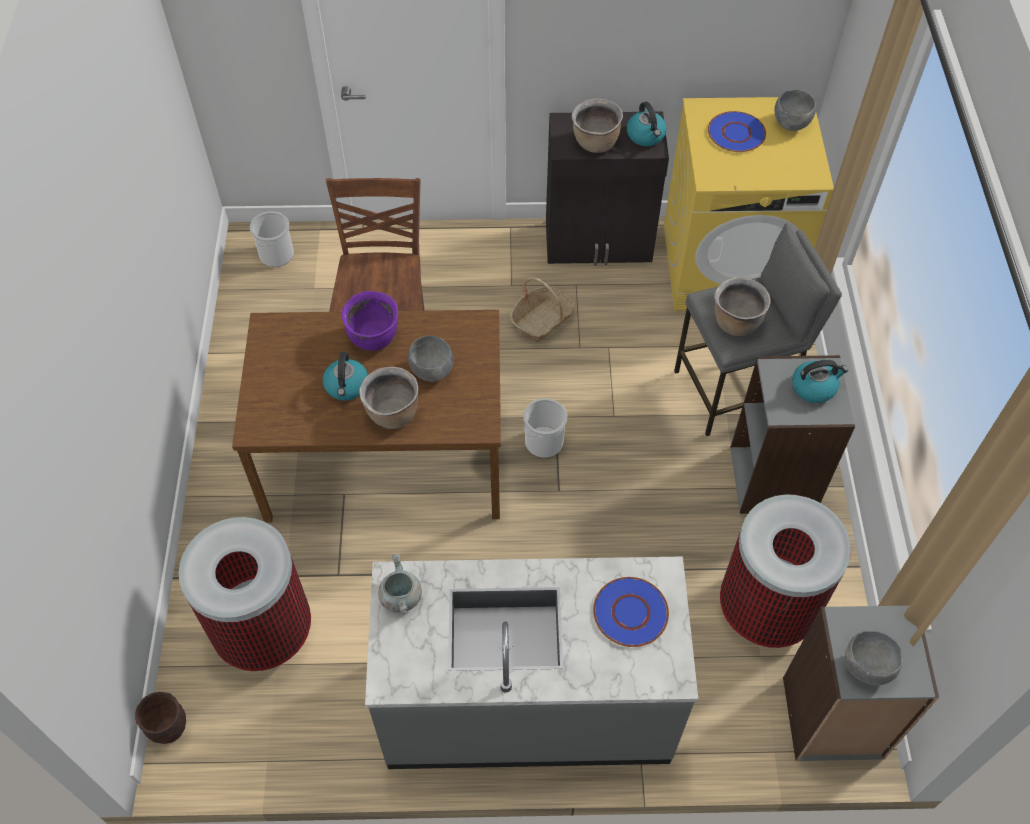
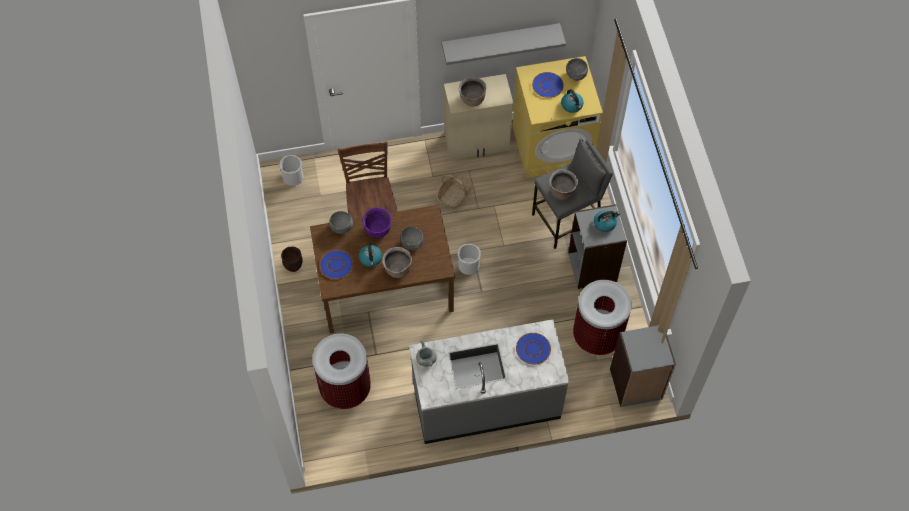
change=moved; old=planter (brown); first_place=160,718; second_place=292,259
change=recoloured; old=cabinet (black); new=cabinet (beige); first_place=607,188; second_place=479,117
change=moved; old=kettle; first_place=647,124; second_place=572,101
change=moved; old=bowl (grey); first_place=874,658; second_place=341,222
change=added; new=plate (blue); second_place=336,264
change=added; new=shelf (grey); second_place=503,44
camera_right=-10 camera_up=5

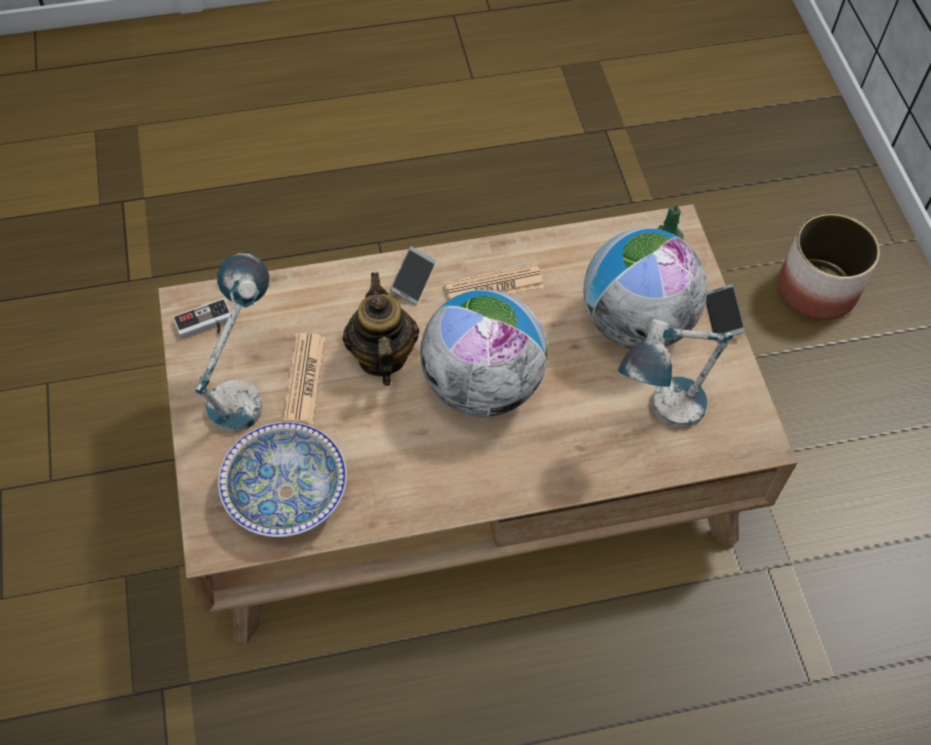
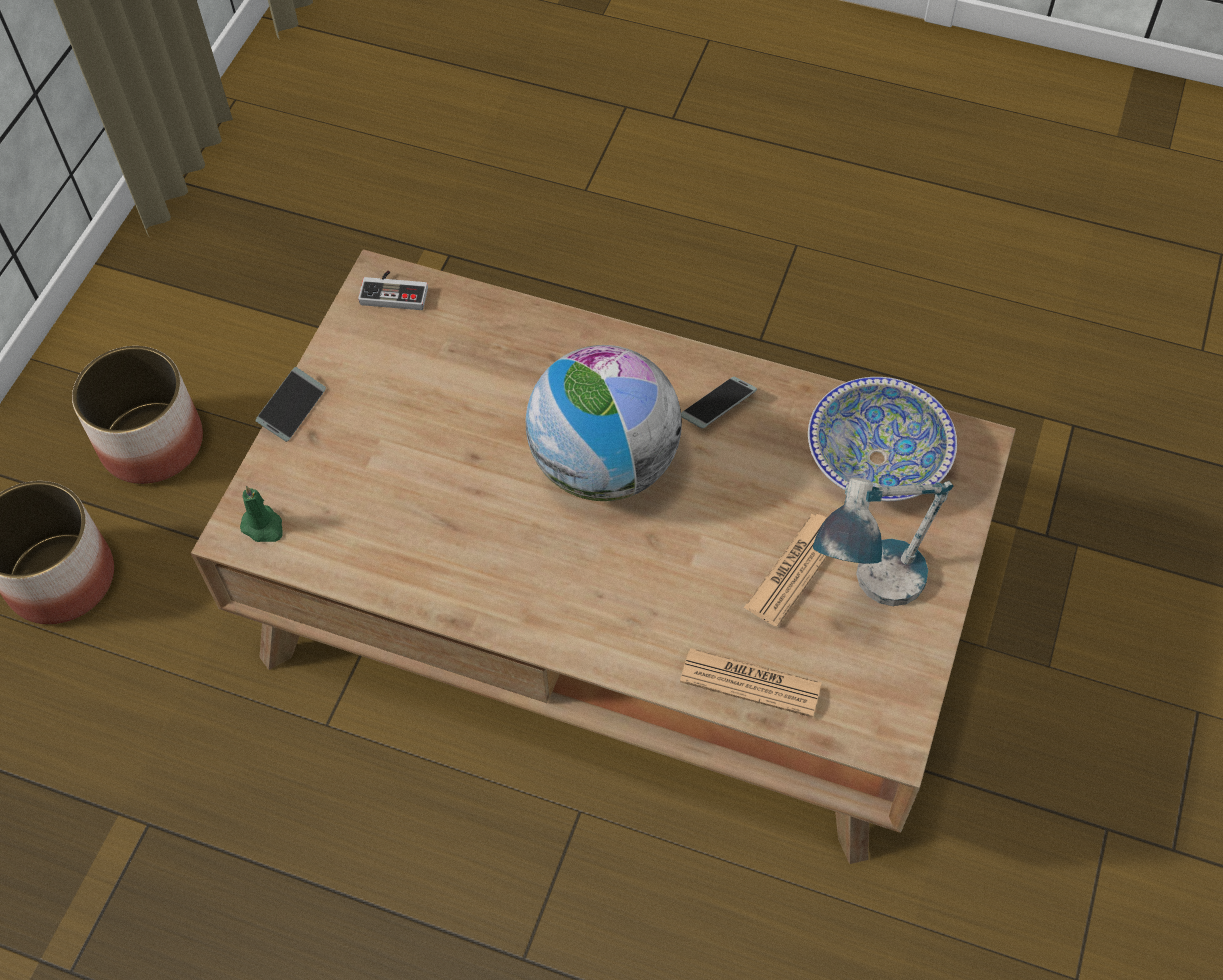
change=moved; old=game controller; first_place=201,318; second_place=393,290
change=removed; old=teapot; first_place=380,329
change=moved; old=phone; first_place=413,275; second_place=719,402
change=moved; old=newspaper; first_place=494,281; second_place=751,683
change=removed; old=globe; first_place=645,288
change=removed; old=table lamp; first_place=675,373
change=added; new=planter; second_place=137,415
camera_right=-145 camera_up=0

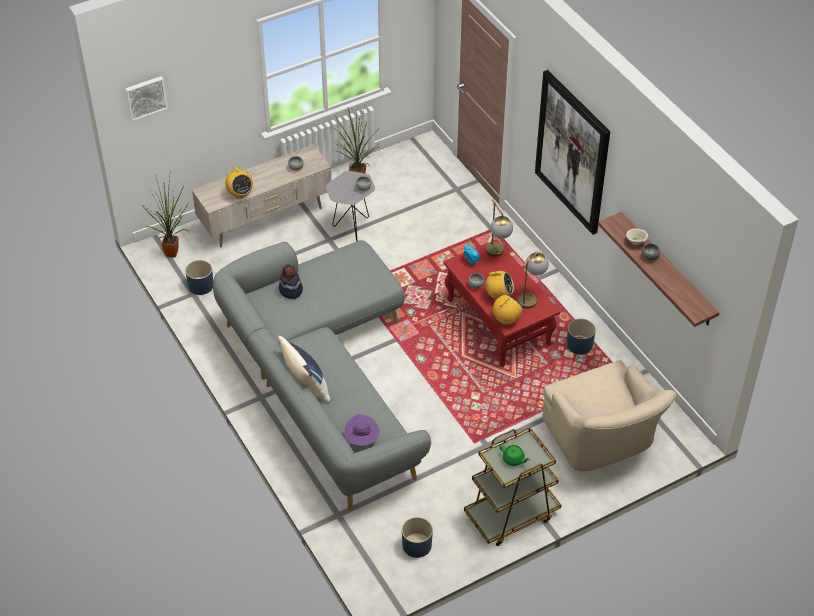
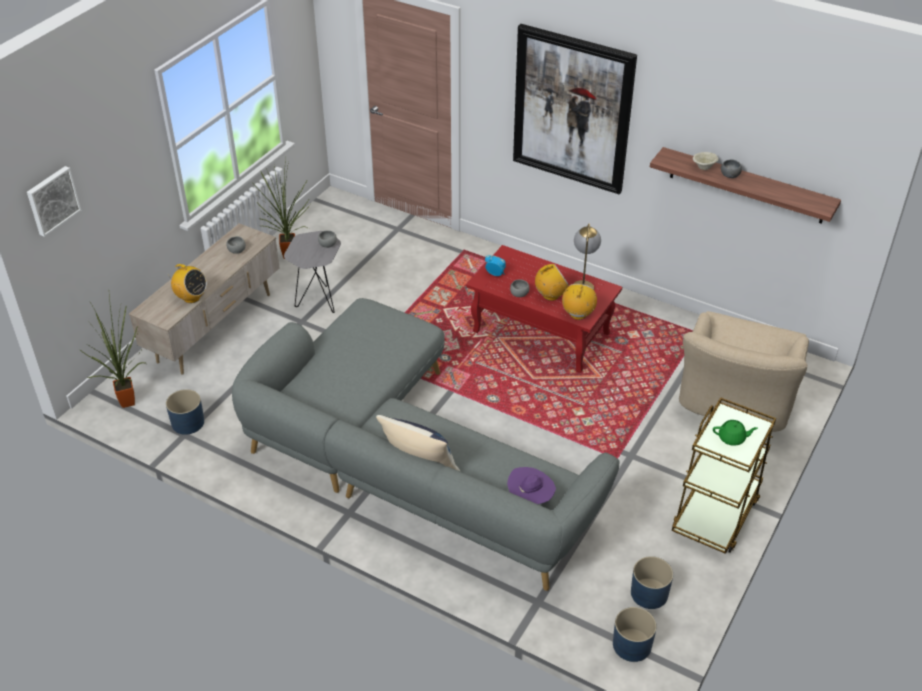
change=removed; old=hat; first_place=291,281
change=removed; old=table lamp; first_place=499,228
change=turned; old=armchair (beige); first_place=609,415; second_place=744,371; degrees=75
change=moved; old=planter (blue); first_place=581,337; second_place=635,634
camera_right=-30 camera_up=-5

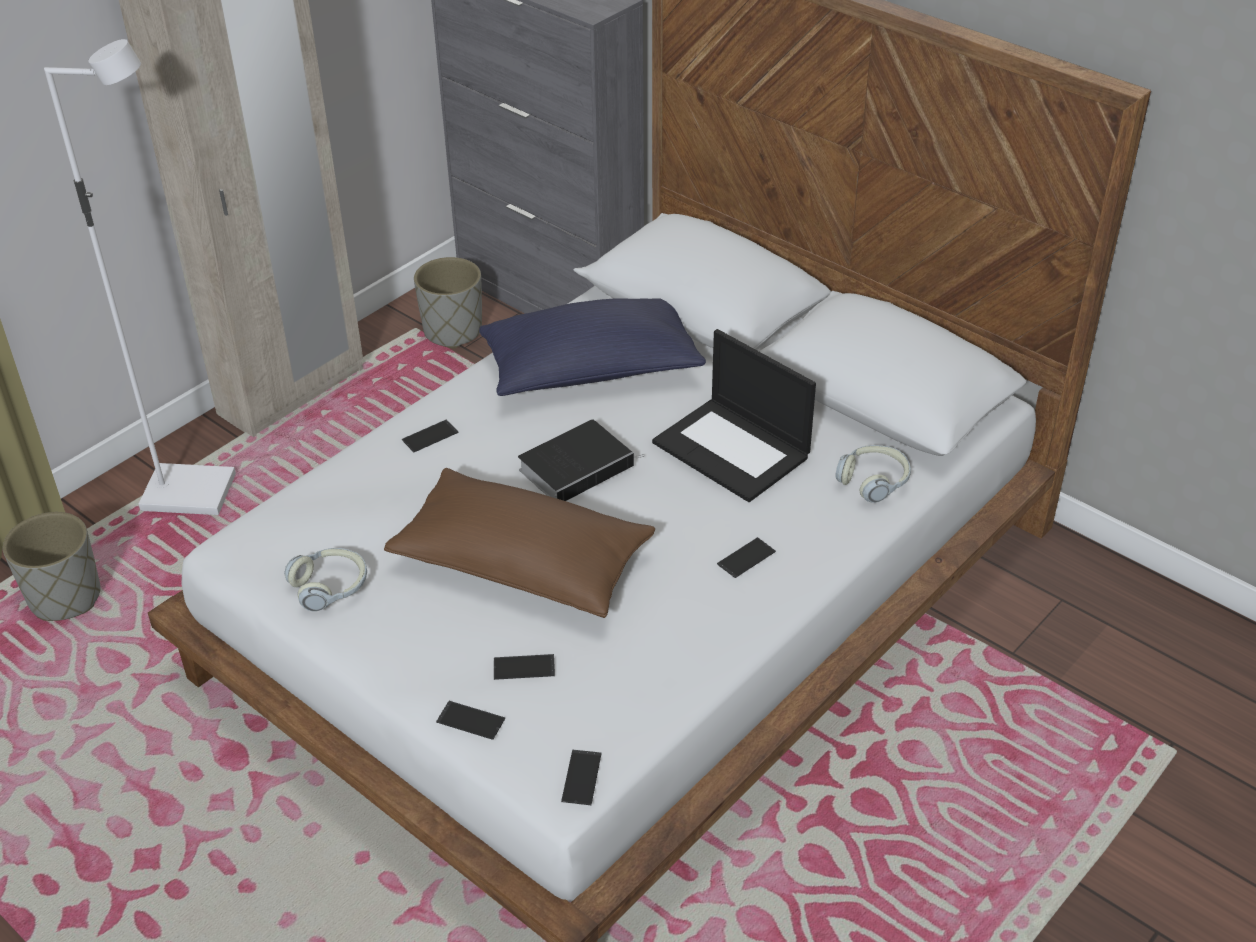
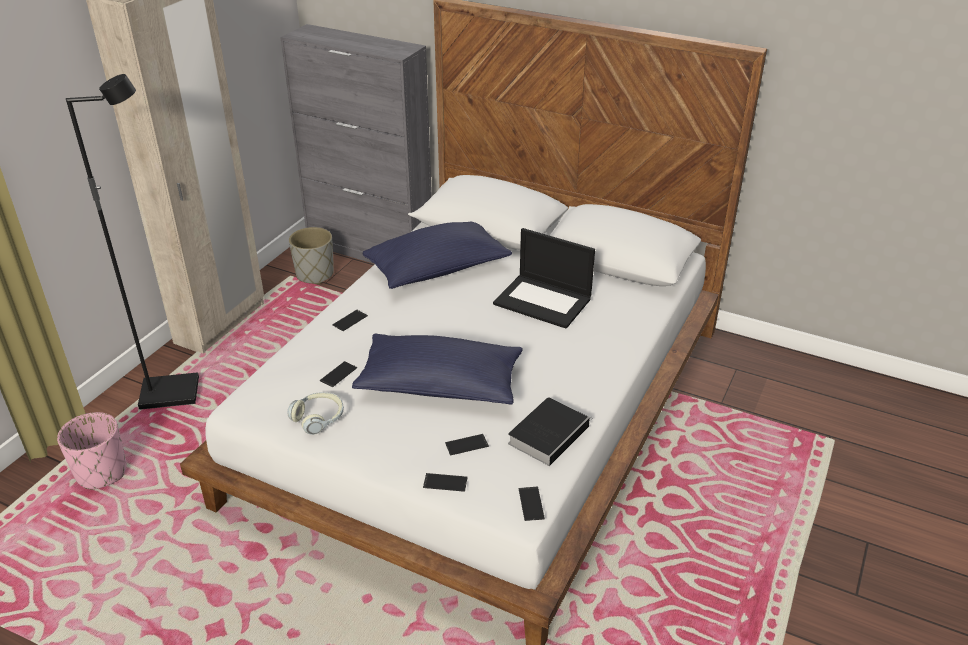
change=recoloured; old=planter (grey); new=planter (pink); first_place=52,566; second_place=92,451
change=recoloured; old=floor lamp (white); new=floor lamp (black); first_place=140,277; second_place=132,242
change=recoloured; old=pillow (brown); new=pillow (blue); first_place=519,543; second_place=437,369
change=moved; old=book; first_place=581,460; second_place=550,431
change=moved; old=phone; first_place=746,557; second_place=338,374
change=removed; old=headphones; first_place=873,474
camera_right=-15 camera_up=-5

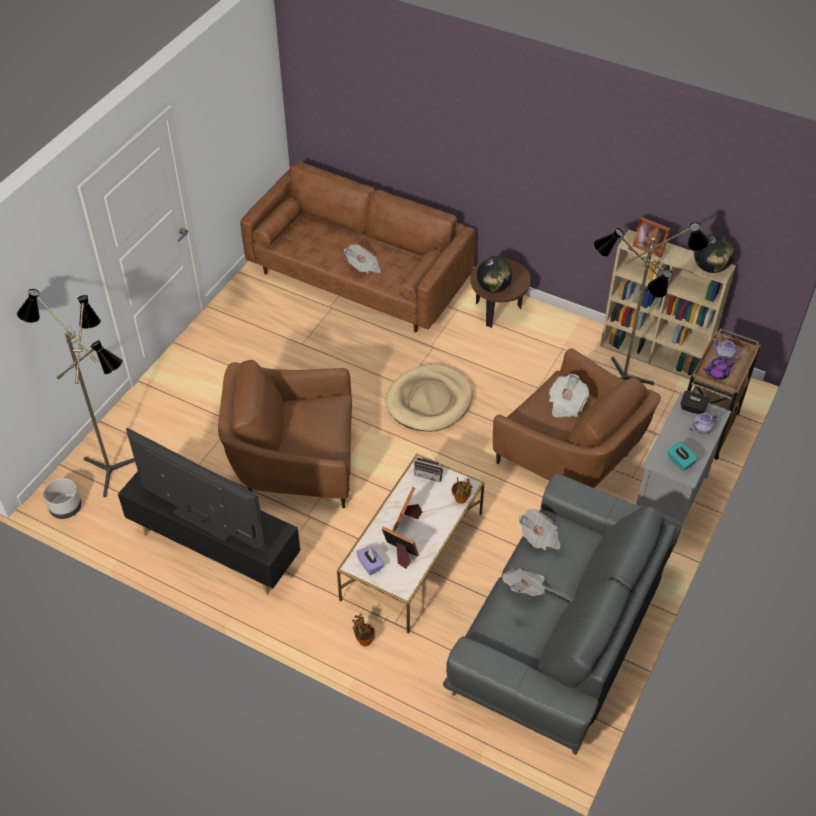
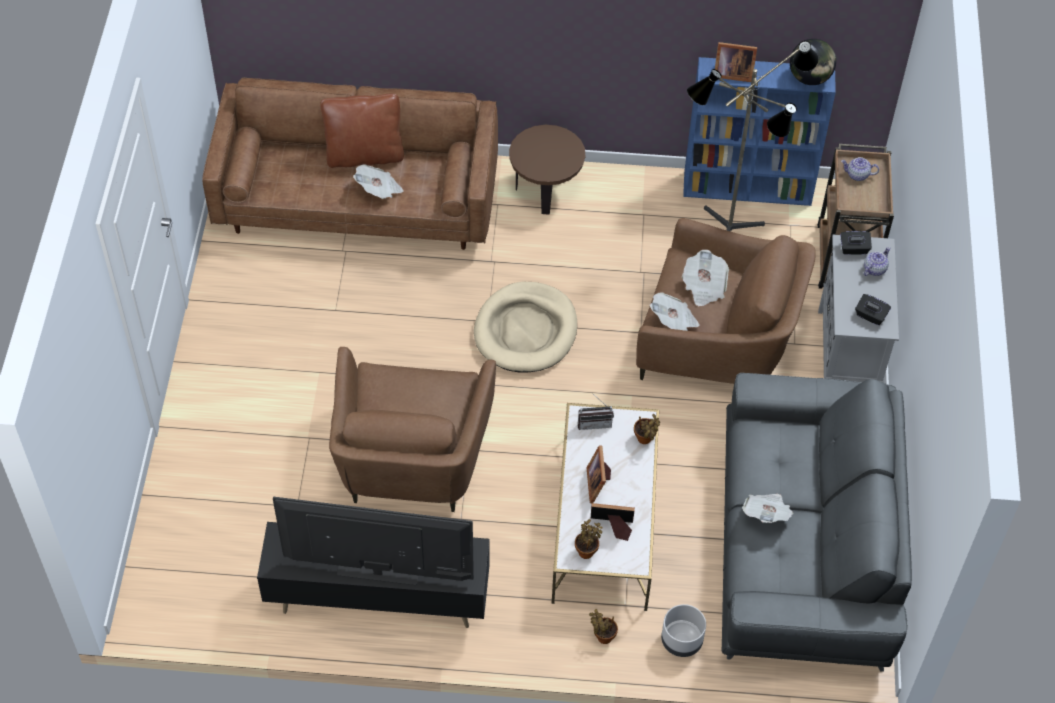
change=removed; old=floor lamp; first_place=76,393
change=moved; old=planter (grey); first_place=62,498; second_place=683,630
change=turned; old=armchair (brown); first_place=285,434; second_place=412,429; degrees=-60
change=replaced; old=tissue box (purple); new=potted plant; first_place=370,560; second_place=589,539
change=removed; old=globe; first_place=494,275
change=moved; old=newspaper; first_place=539,529; second_place=675,311
change=recoloured; old=bookcase (beige); new=bookcase (blue); first_place=668,304; second_place=759,131
change=recoloured; old=tissue box (turquoise); new=tissue box (black); first_place=682,456; second_place=873,309
change=removed; old=teapot (purple); first_place=719,369
change=added; new=pillow (brown); second_place=362,131
camera_right=-25 camera_up=5

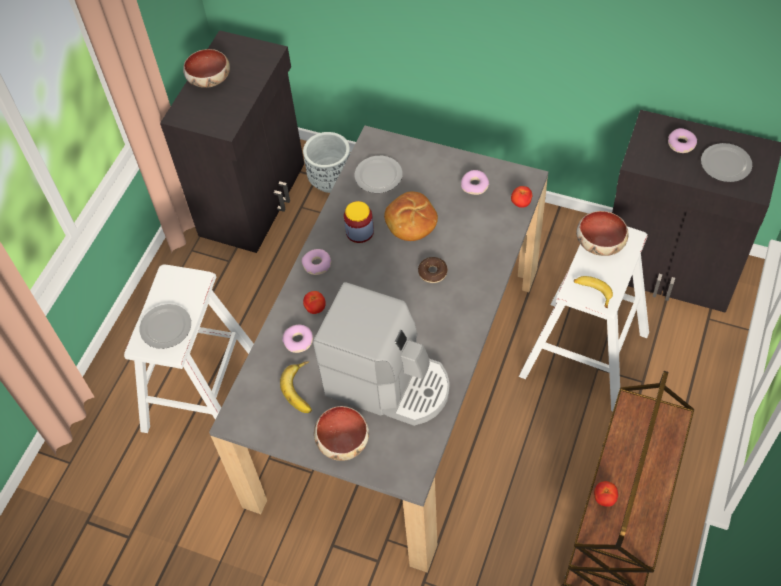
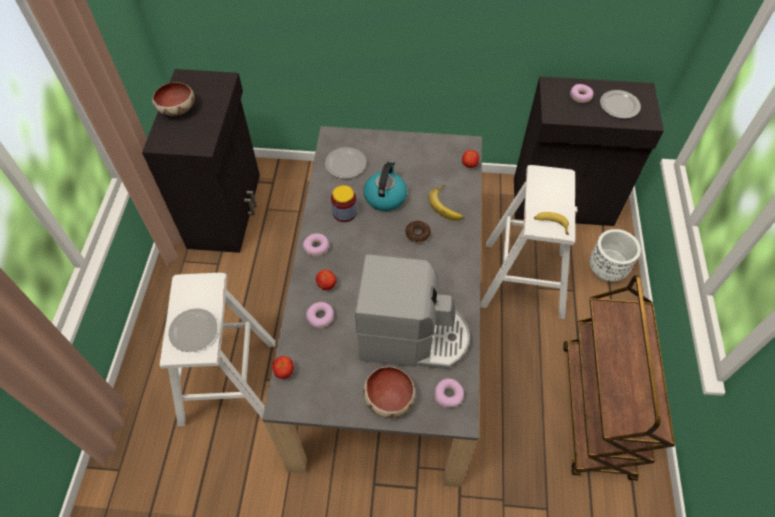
change=moved; old=banana; first_place=296,387; second_place=445,203
change=moved; old=planter (white); first_place=326,162; second_place=615,255
change=replaced; old=bread; new=kettle; first_place=411,216; second_place=385,186
change=moved; old=donut; first_place=475,182; second_place=449,393
change=removed; old=bowl; first_place=602,233
change=moved; old=tomato; first_place=606,494; second_place=283,367
camera_right=-20 camera_up=0

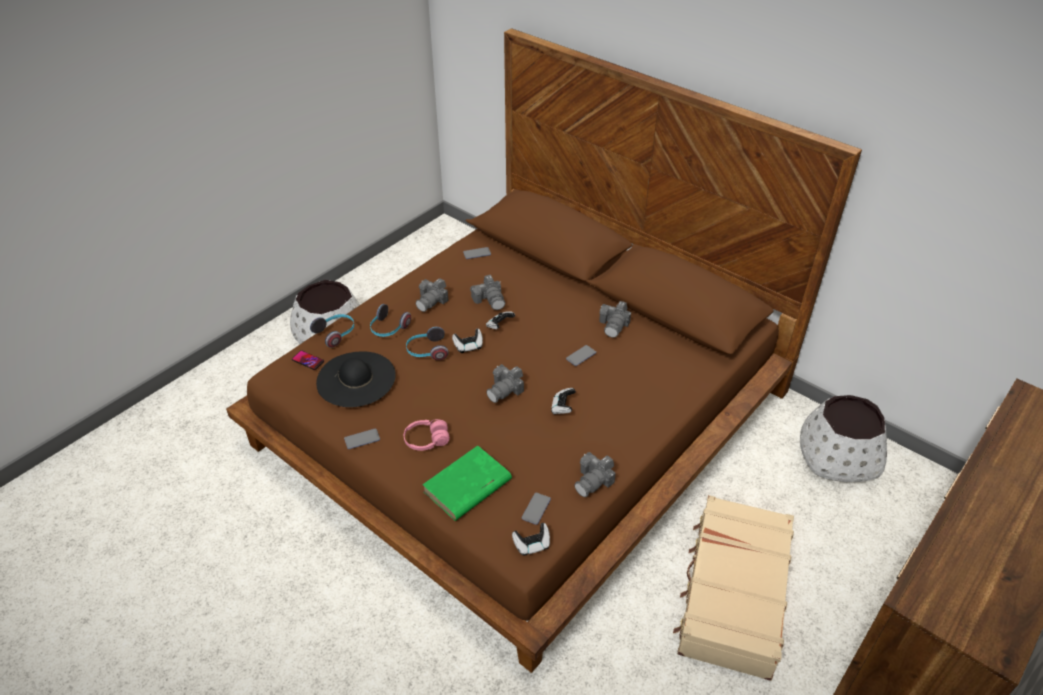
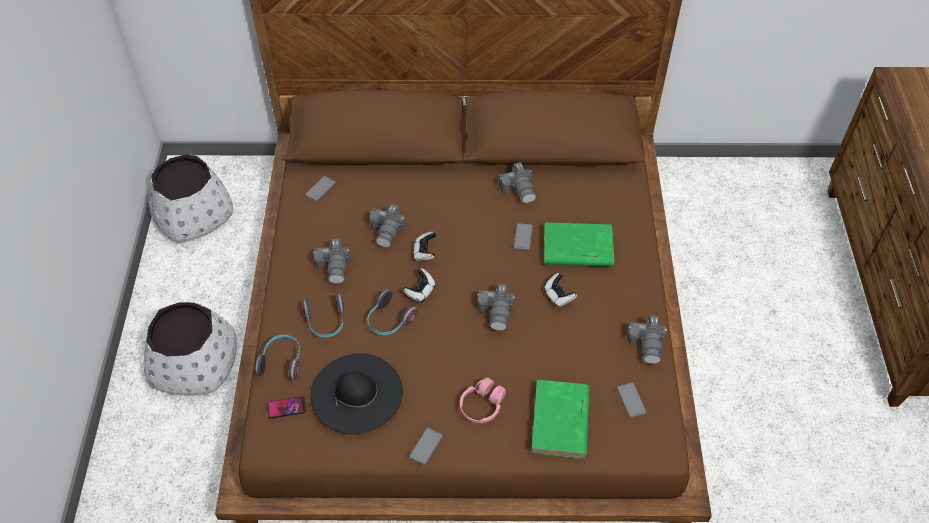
change=turned; old=photo camera; first_place=487,292; second_place=387,226; degrees=75
change=removed; old=game controller; first_place=531,539
change=removed; old=suitcase (beige); first_place=733,588
change=moved; old=planter (white); first_place=843,439; second_place=190,198
change=added; new=book (green); second_place=579,244
camera_right=-40 camera_up=10

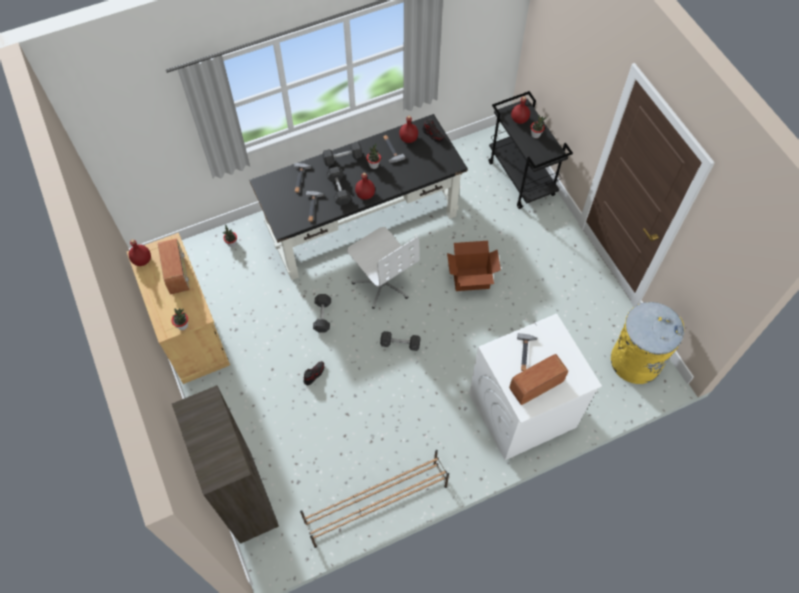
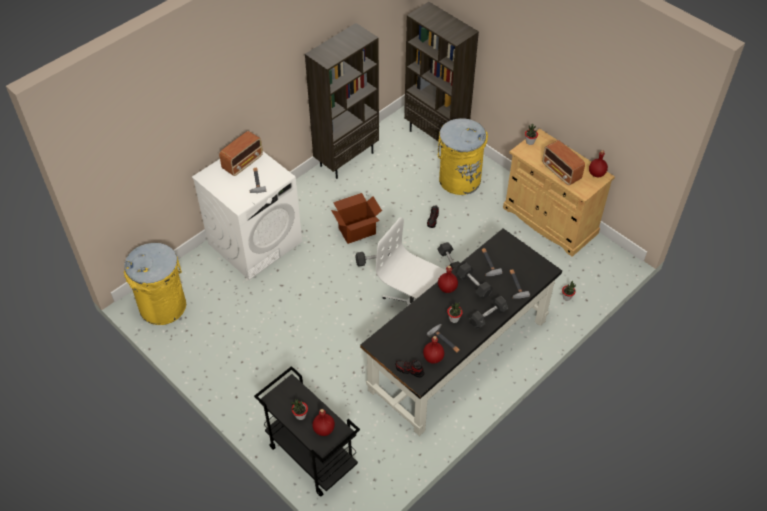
change=replaced; old=shoe rack (brown); new=bookcase (brown); first_place=374,499; second_place=342,101
change=moved; old=cardboard box; first_place=474,266; second_place=356,218
change=added; new=trash can (yellow); second_place=463,156
camera_right=160 camera_up=-10

